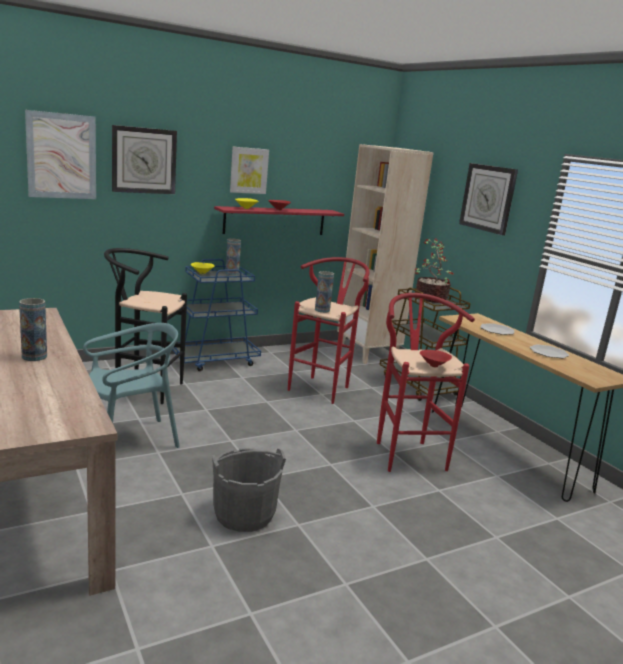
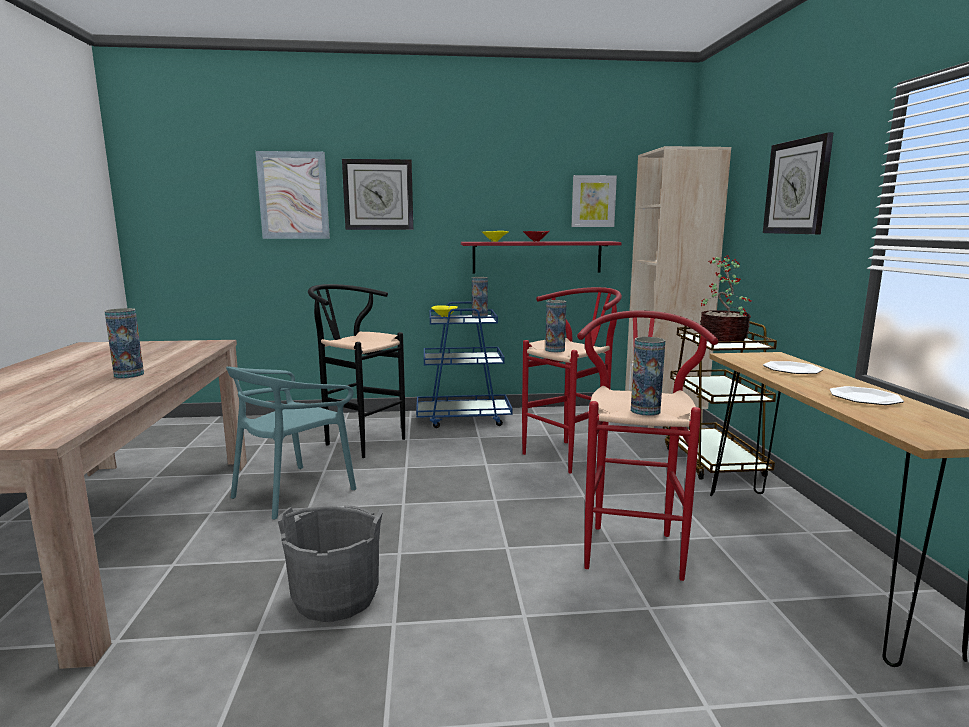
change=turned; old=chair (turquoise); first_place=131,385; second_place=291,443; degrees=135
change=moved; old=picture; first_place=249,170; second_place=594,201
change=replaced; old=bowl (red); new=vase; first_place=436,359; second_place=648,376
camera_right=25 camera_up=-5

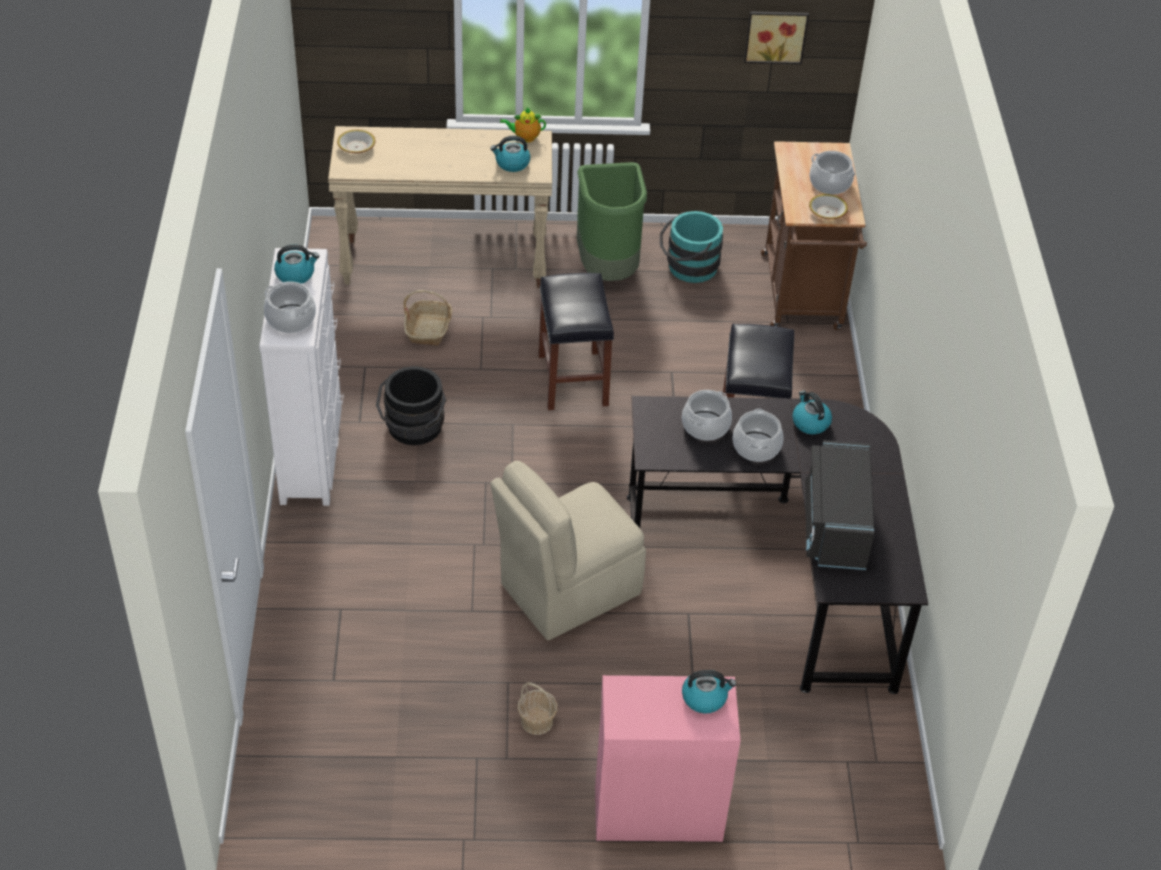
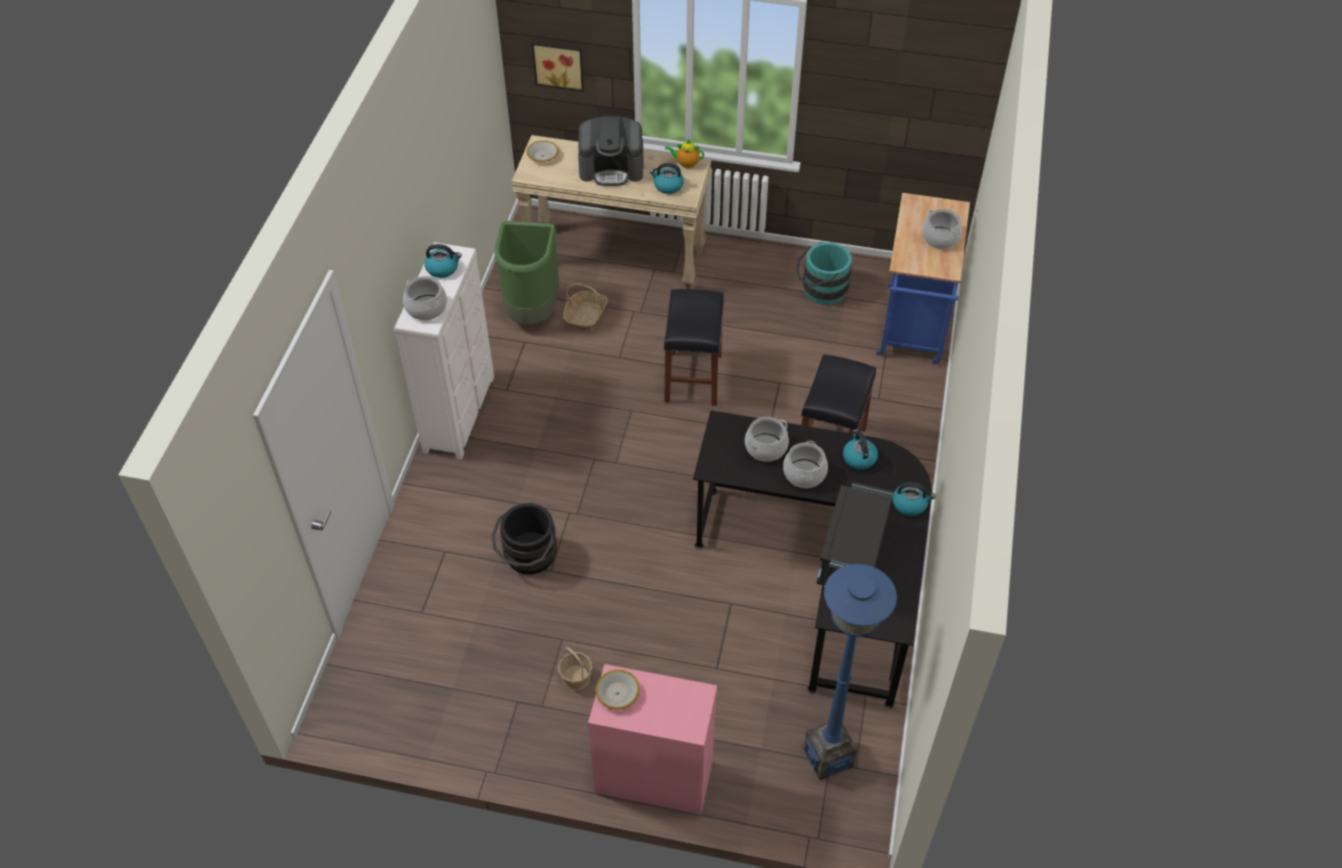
change=moved; old=bucket (black); first_place=411,405; second_place=524,538
change=removed; old=chair (beige); first_place=568,550
change=moved; old=trash can (green); first_place=612,221; second_place=526,273
change=moved; old=kettle; first_place=709,692; second_place=914,499
change=moved; old=picture; first_place=776,37; second_place=558,67
change=recoloured; old=cart (brown); new=cart (blue); first_place=814,235; second_place=923,279
change=moved; old=bowl; first_place=828,206; second_place=618,689
change=added; new=coffee machine; second_place=611,151
change=added; new=floor lamp (blue); second_place=850,672
camera_right=15 camera_up=5

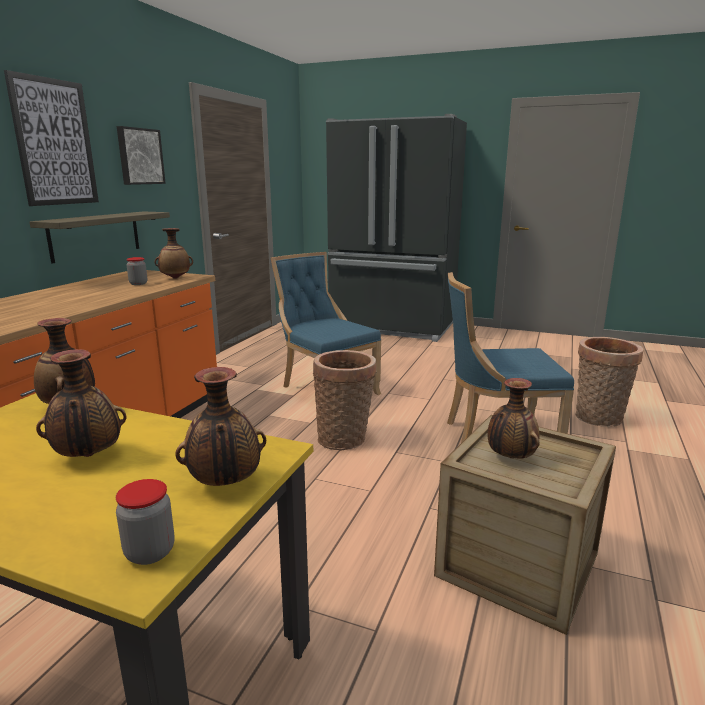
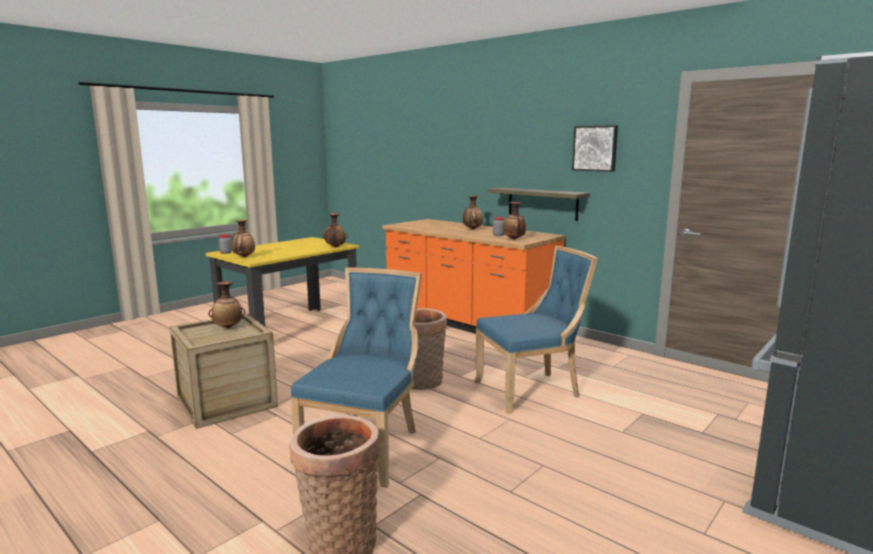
change=removed; old=picture; first_place=51,138
change=moved; old=vase; first_place=81,403; second_place=473,213
camera_right=110 camera_up=-5

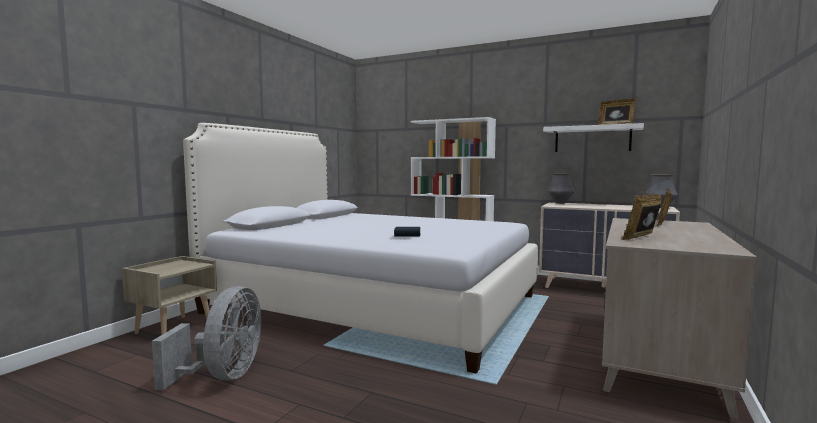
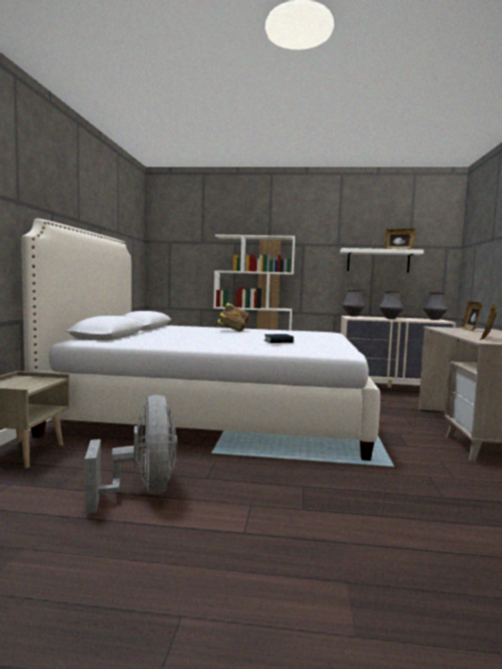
change=added; new=book; second_place=233,317
change=added; new=vase; second_place=391,305
camera_right=-20 camera_up=0

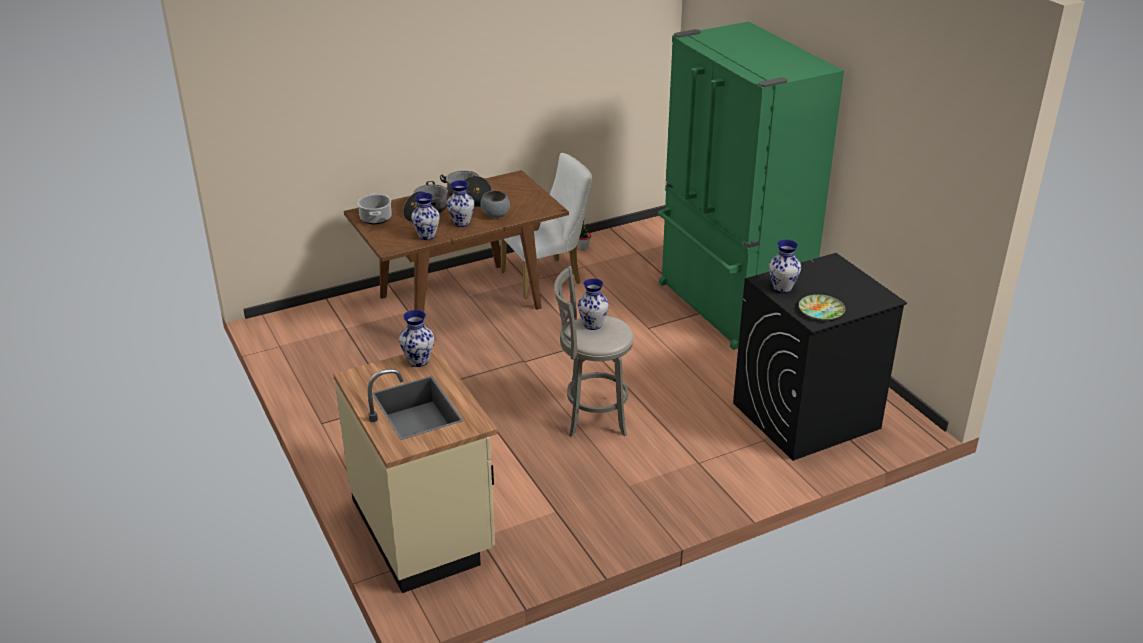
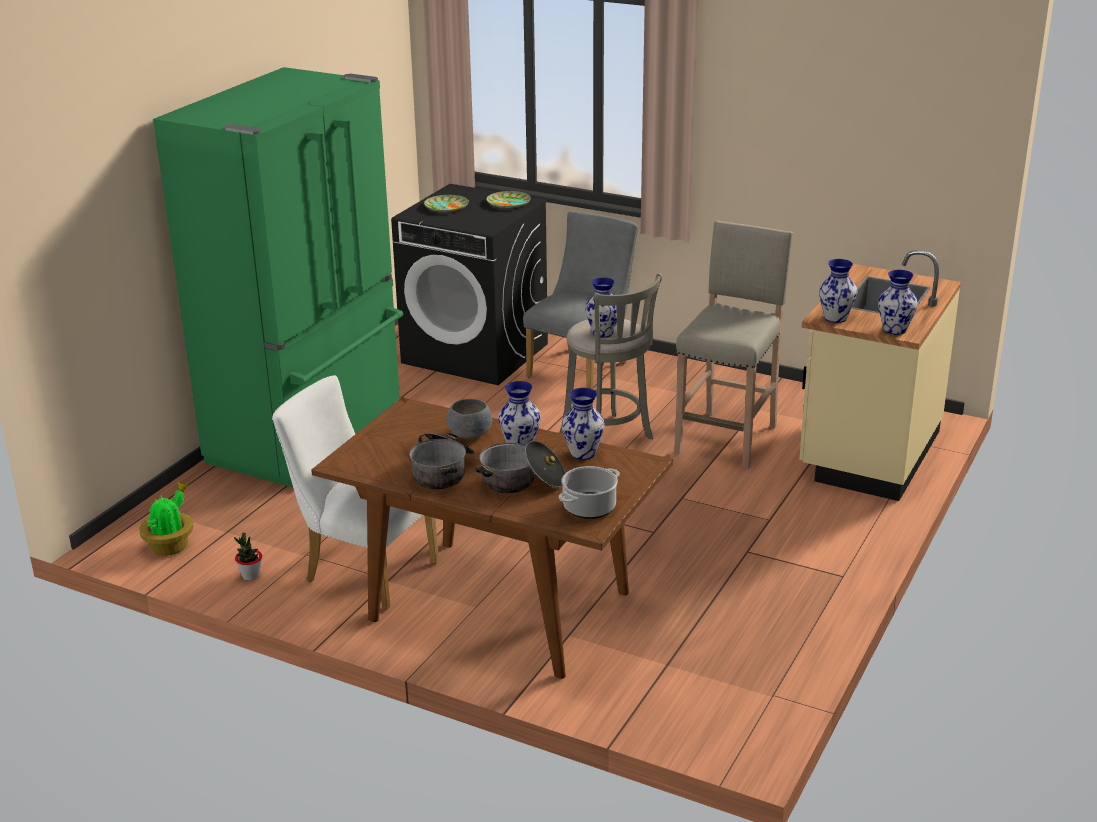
change=moved; old=vase; first_place=785,266; second_place=898,302
change=added; new=potted plant; second_place=166,519
change=added; new=plate; second_place=446,203
change=added; new=chair (grey); second_place=580,300
change=added; new=stool (beige); second_place=733,345
camera_right=-125 camera_up=-5

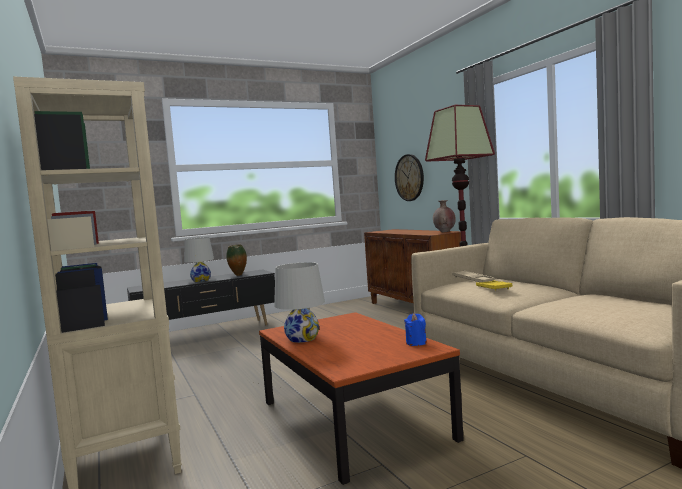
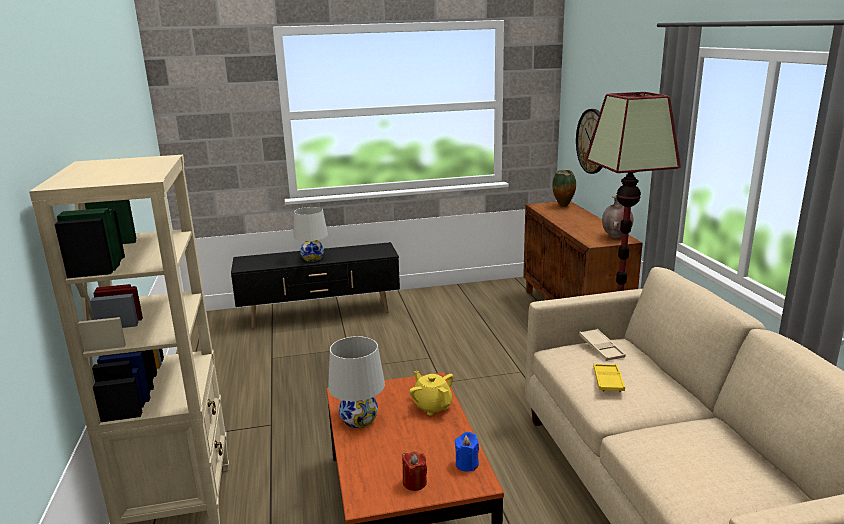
change=moved; old=vase; first_place=236,260; second_place=564,188
change=added; new=candle (red); second_place=414,471
change=added; new=teapot (yellow); second_place=431,393
camera_right=15 camera_up=15

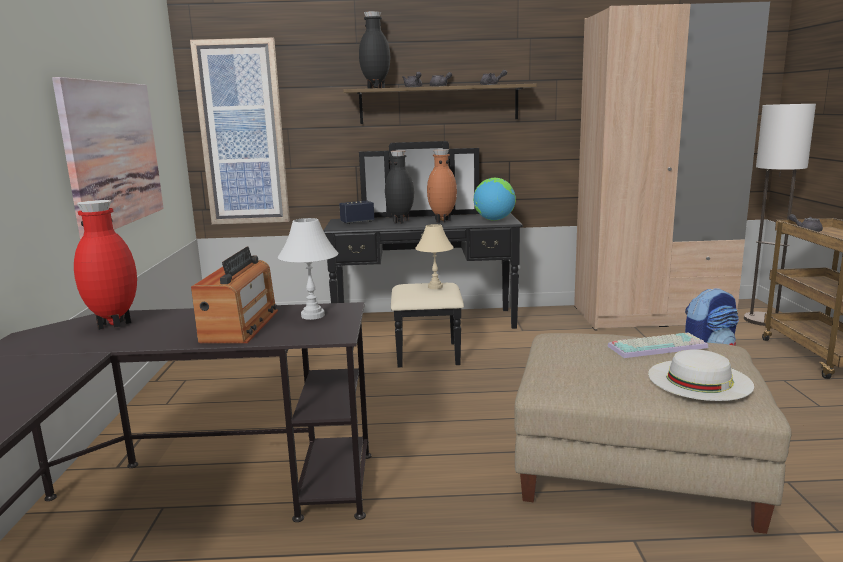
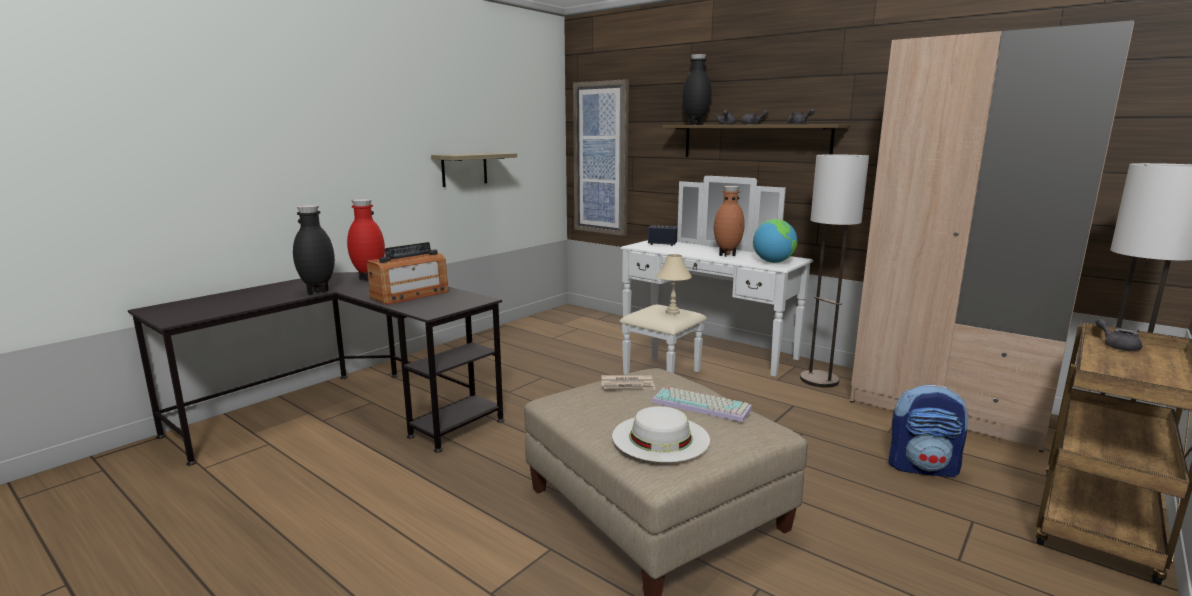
change=replaced; old=picture; new=shelf; first_place=108,158; second_place=474,170
change=removed; old=table lamp (white); first_place=308,269
change=recoloured; old=dresser (black); new=dresser (white); first_place=423,254; second_place=716,276
change=moved; old=vase (black); first_place=399,187; second_place=314,250
change=added; new=newspaper; second_place=628,382
change=added; new=floor lamp; second_place=834,271
camera_right=40 camera_up=0

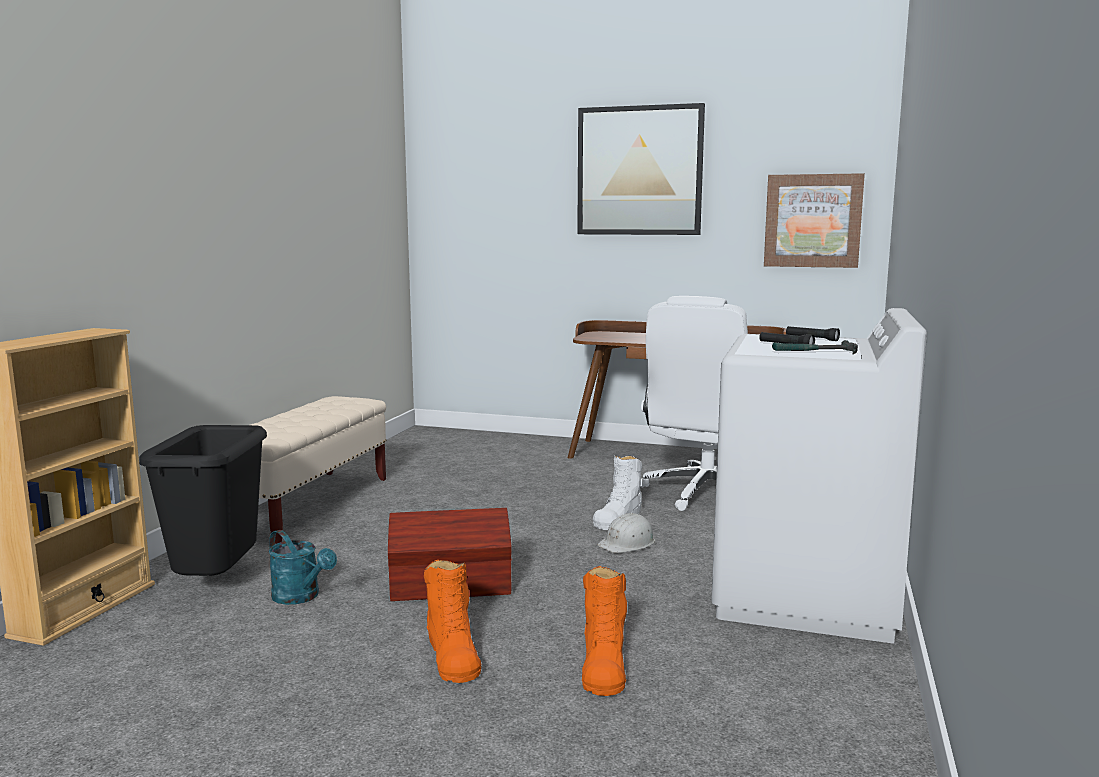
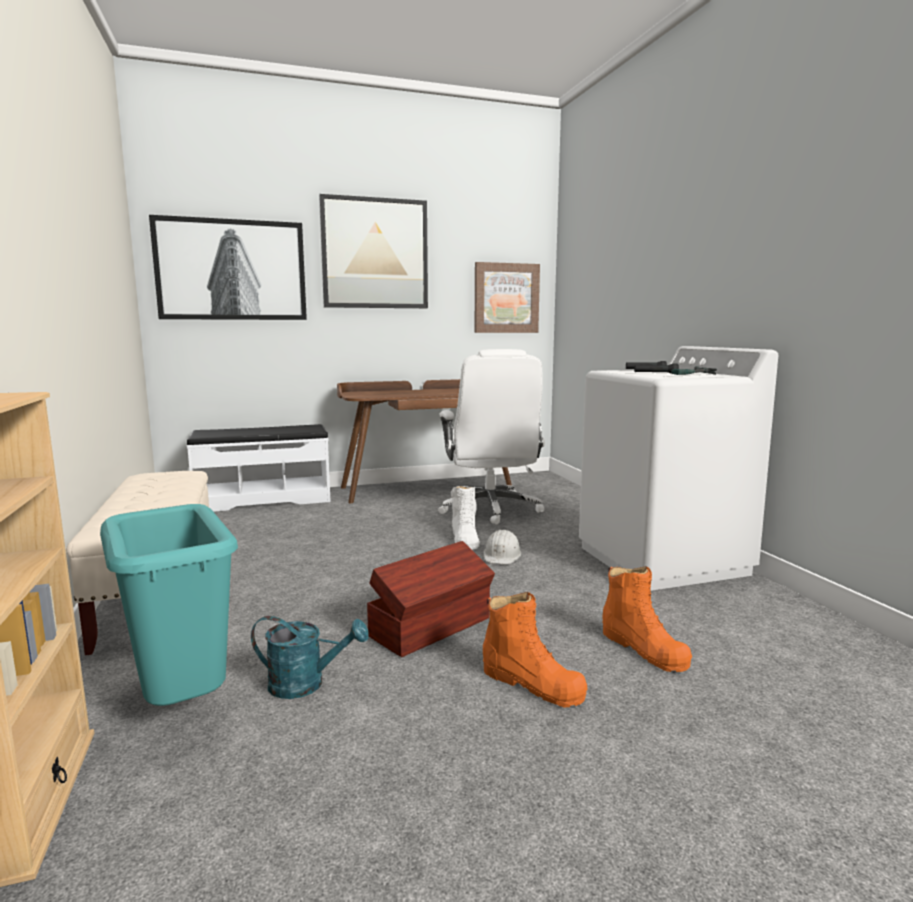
change=recoloured; old=trash can (black); new=trash can (turquoise); first_place=203,500; second_place=169,605
change=added; new=picture; second_place=228,267
change=added; new=bench (white); second_place=259,468
camera_right=-35 camera_up=0

